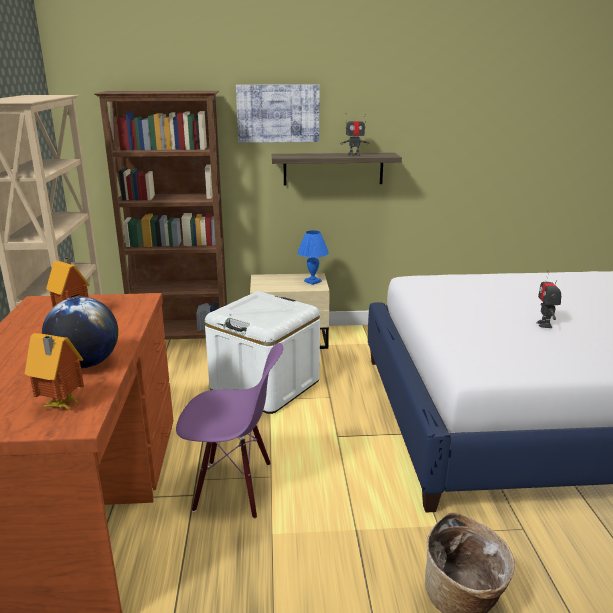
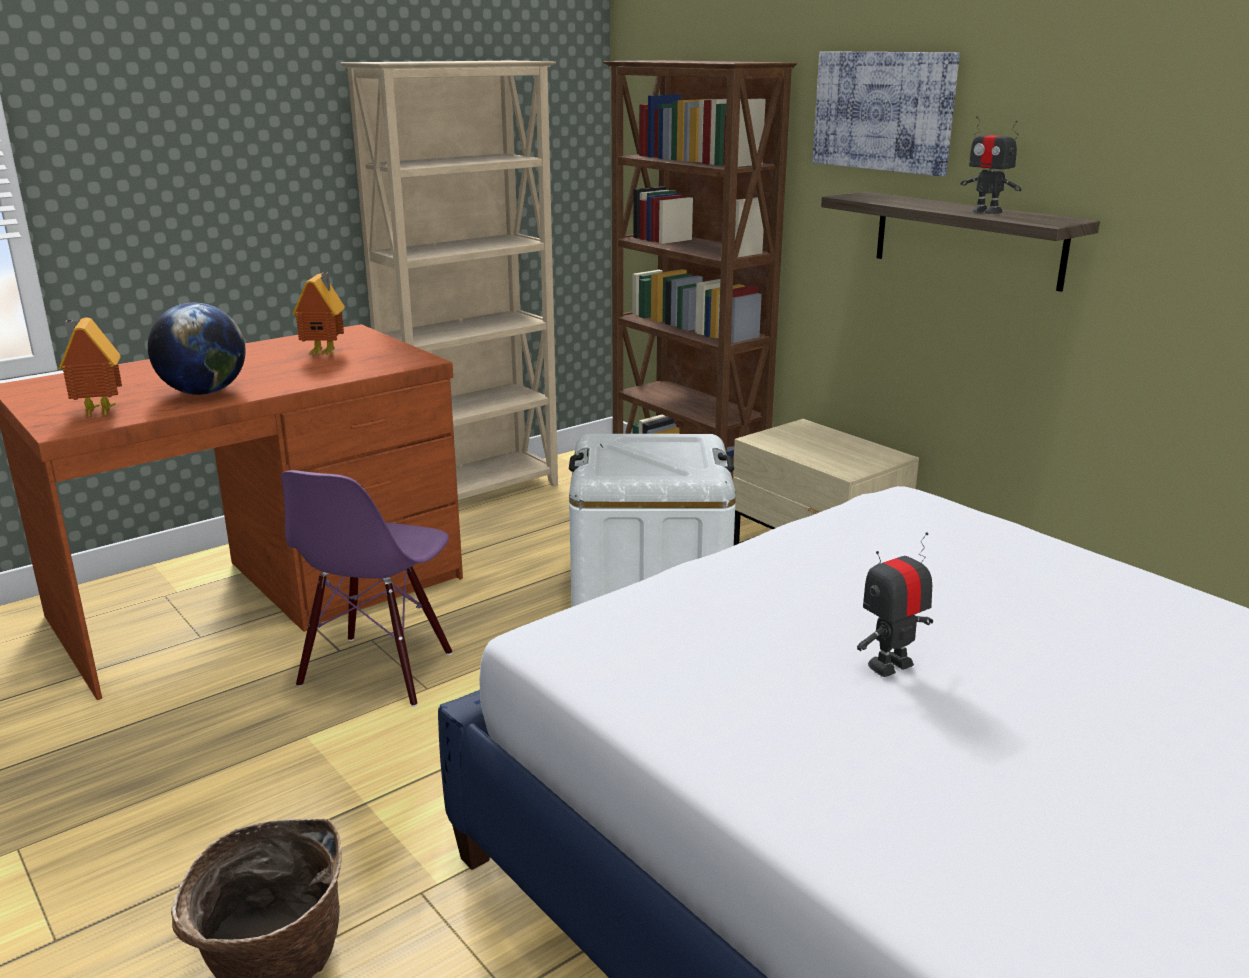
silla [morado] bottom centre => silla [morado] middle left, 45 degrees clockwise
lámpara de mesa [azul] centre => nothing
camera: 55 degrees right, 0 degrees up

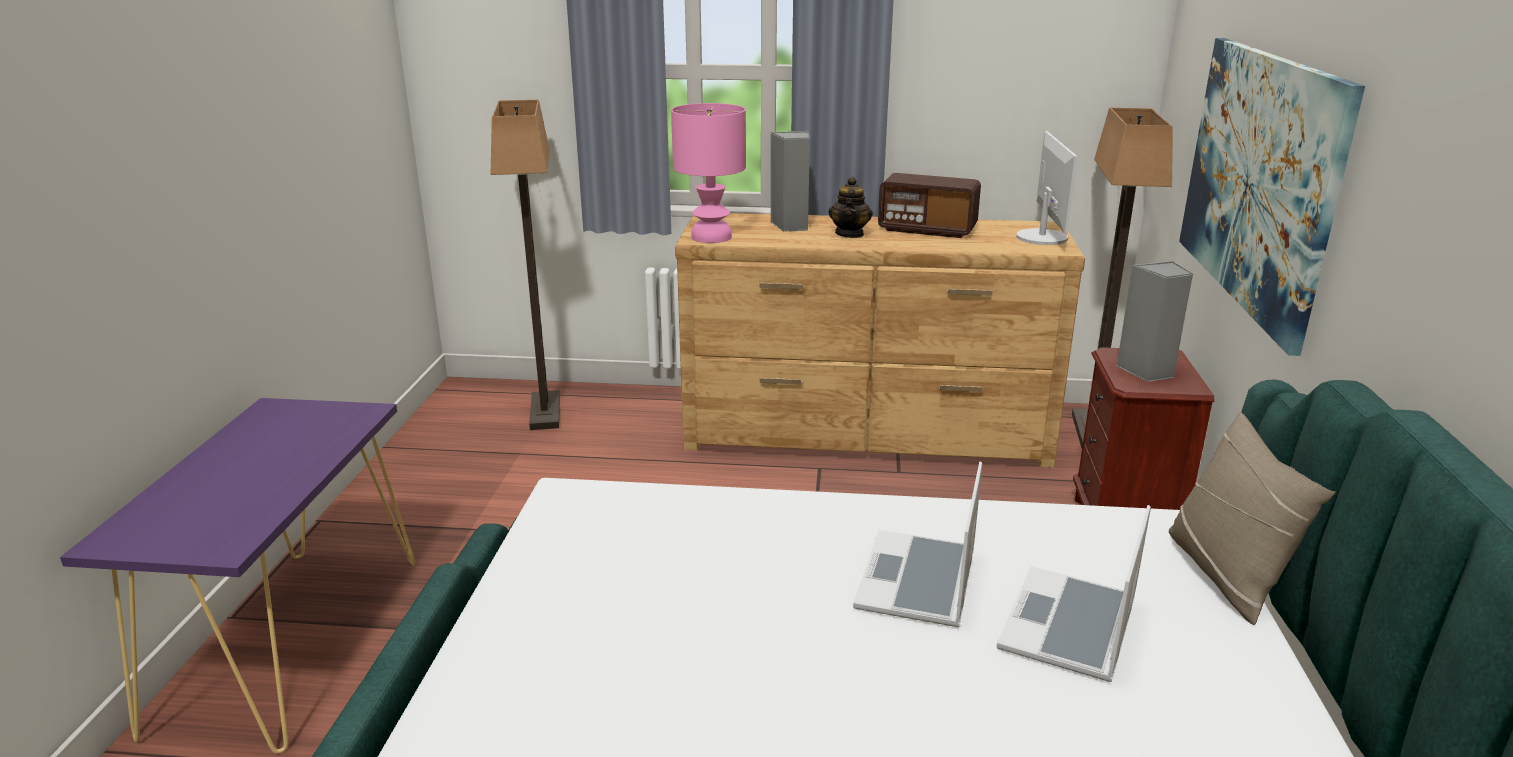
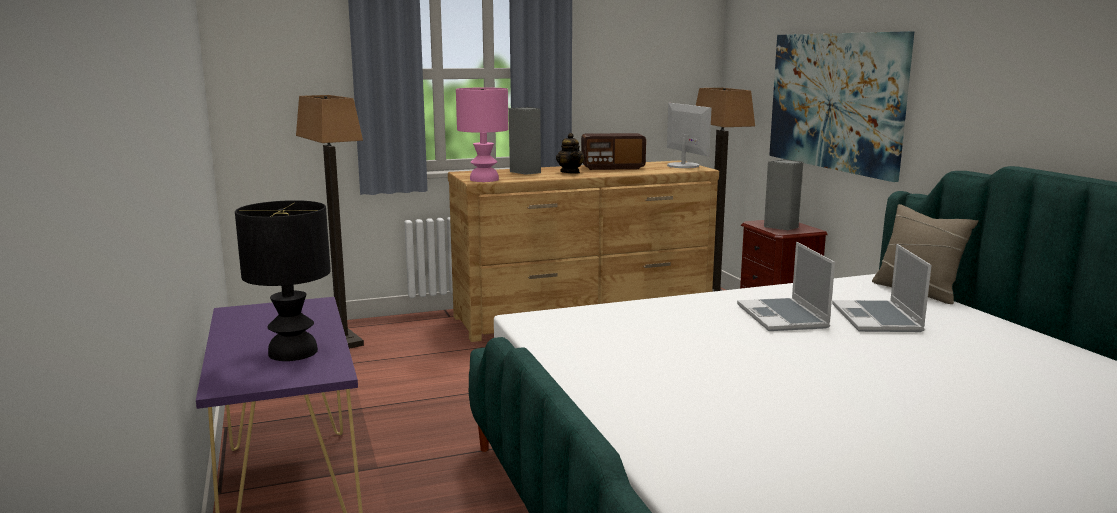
nothing => lámpara de mesa [negro] middle left
camera: 25 degrees left, 10 degrees down

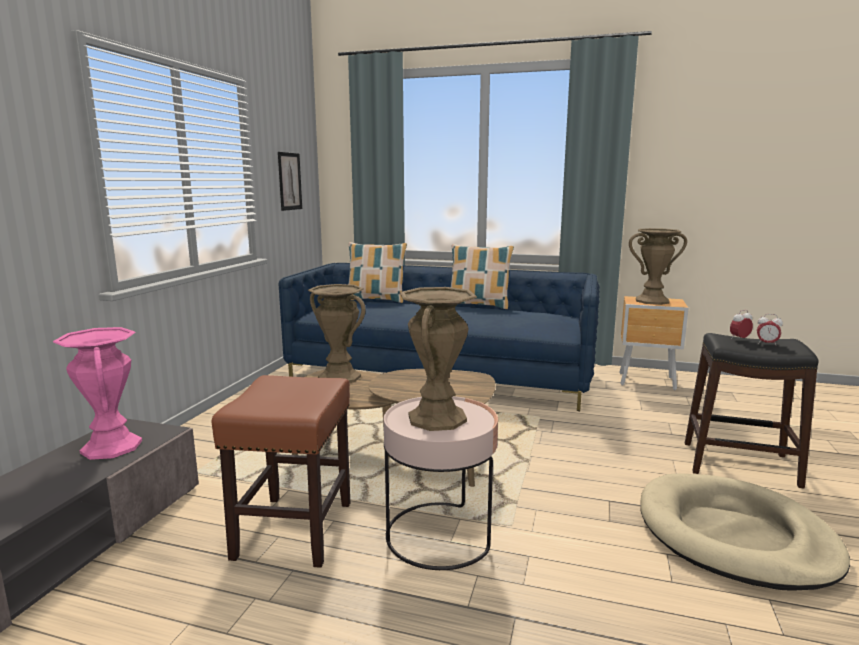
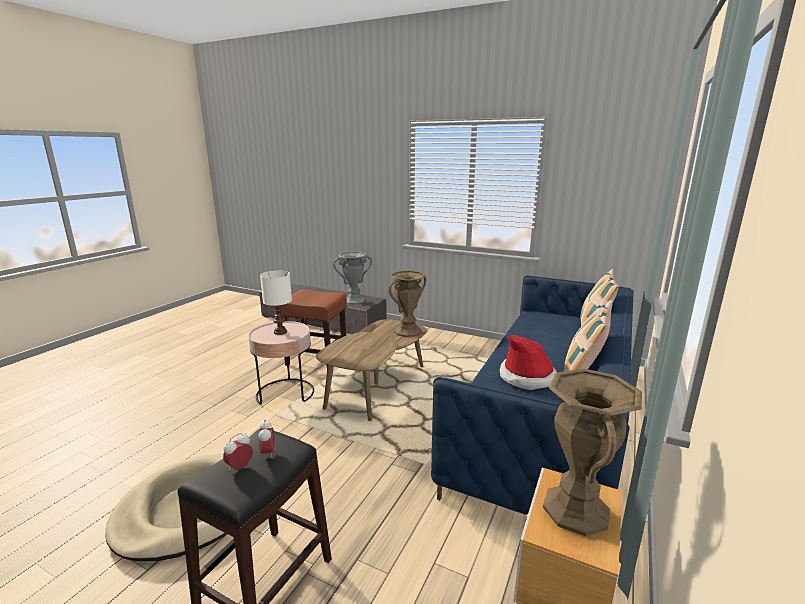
florero [marrón] (no. 2 from left) centre => lámpara de mesa [blanco] centre
florero [rosa] middle left => florero [gris] centre
nothing => sombrero centre
cuadro top centre => nothing
camera: 100 degrees right, 5 degrees up

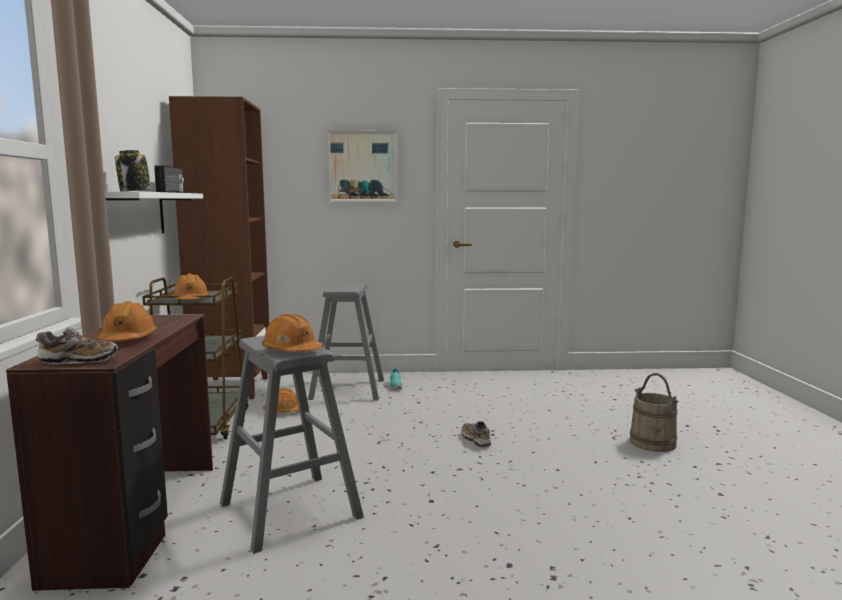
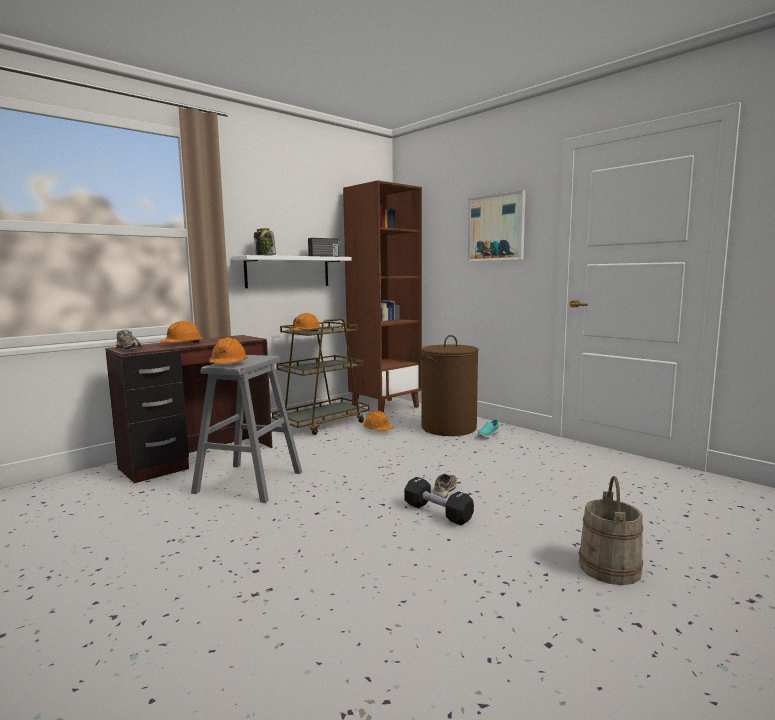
nothing => mancuerna [negro] bottom centre
taburete [gris] (no. 2 from left) centre => cesto de la ropa [marrón] centre
camera: 50 degrees right, 0 degrees up

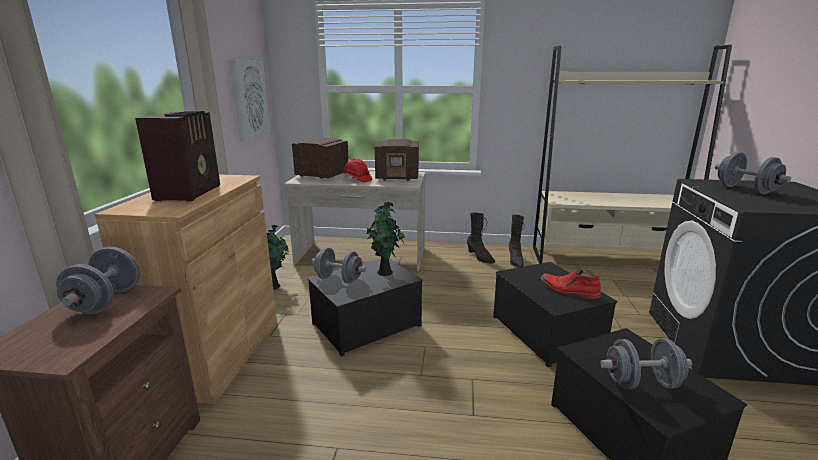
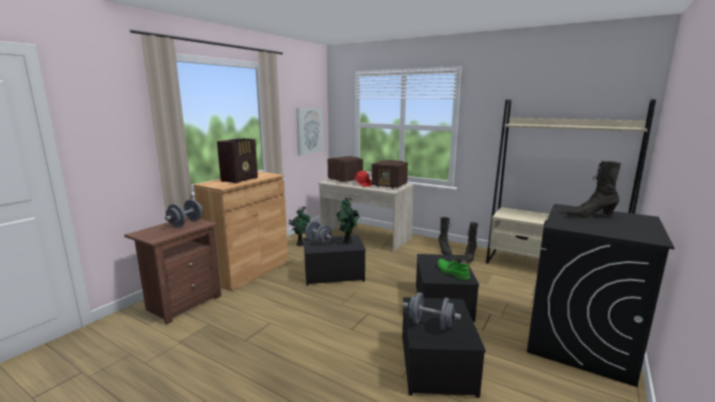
bota [rojo] middle right => bota [verde] bottom centre
mancuerna [gris] (no. 4 from left) middle right => bota [negro] (no. 3 from left) middle right
camera: 25 degrees right, 5 degrees down

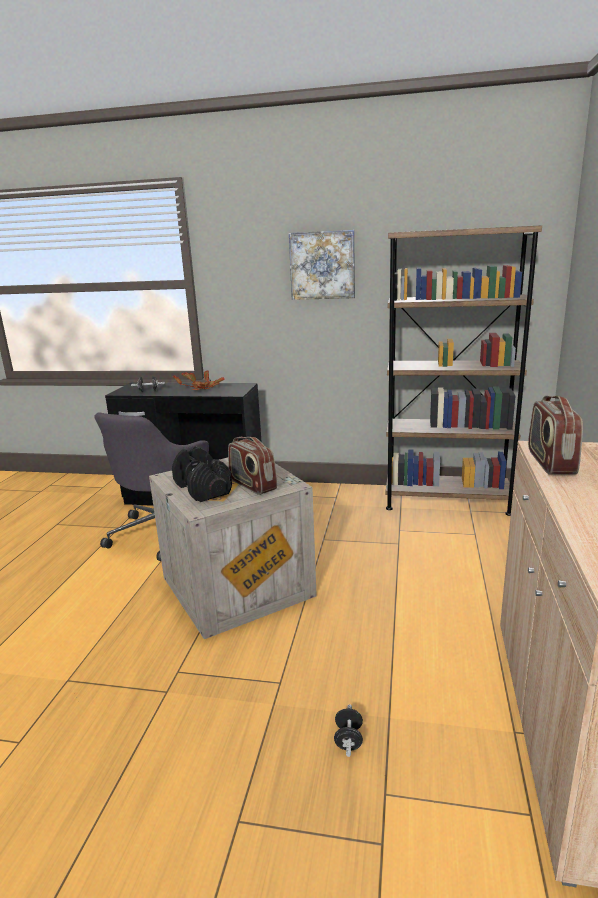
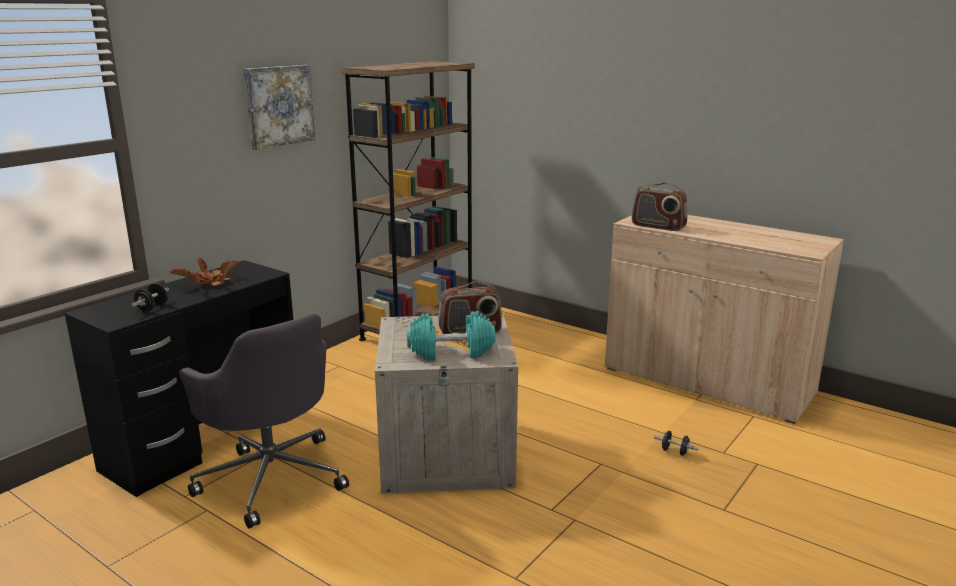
mancuerna [negro] (no. 2 from left) centre => mancuerna [turquesa] centre
camera: 65 degrees left, 0 degrees up

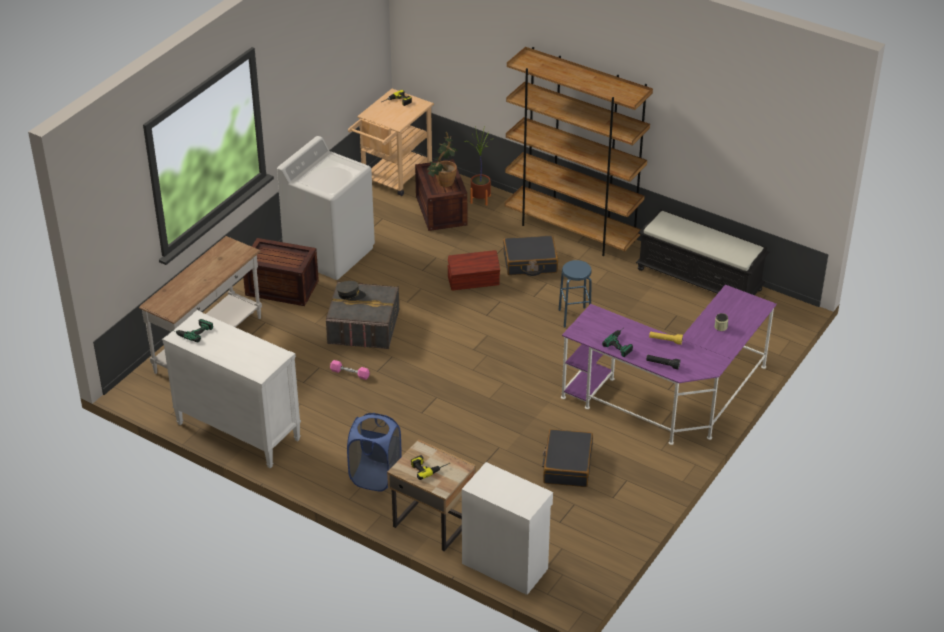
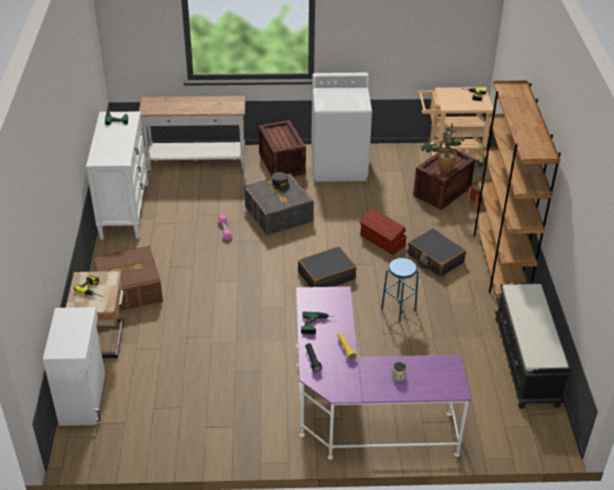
cesto de la ropa [azul] bottom centre => caja de almacenaje [marrón] (no. 1 from left) middle left
maleta [negro] (no. 2 from left in the first image) bottom centre => maleta [negro] (no. 1 from left) centre, relocated
camera: 55 degrees right, 0 degrees up

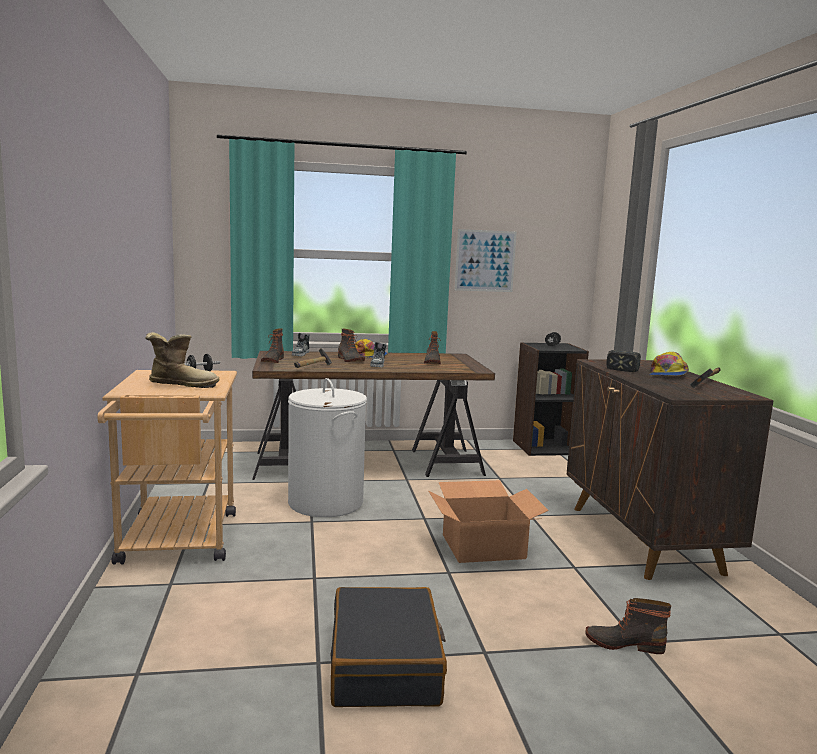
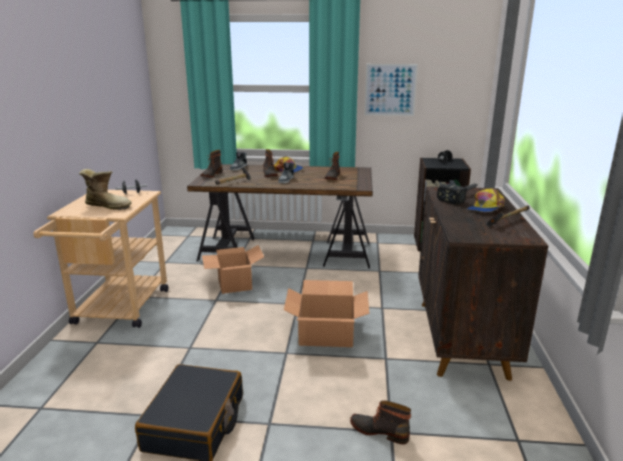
cesto de la ropa [blanco] centre => caja de cartón (no. 1 from left) centre
camera: 15 degrees right, 10 degrees up

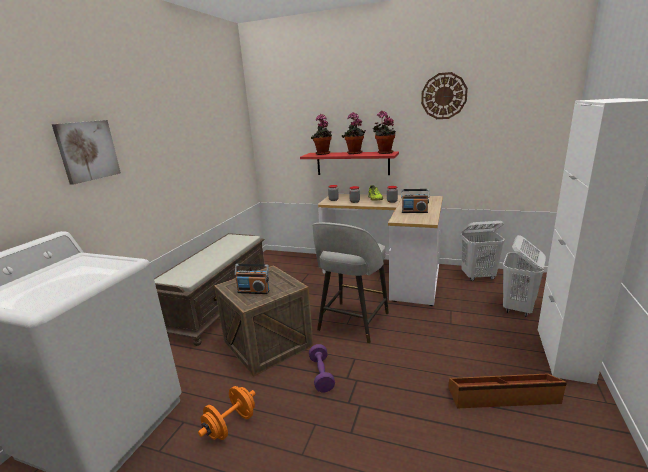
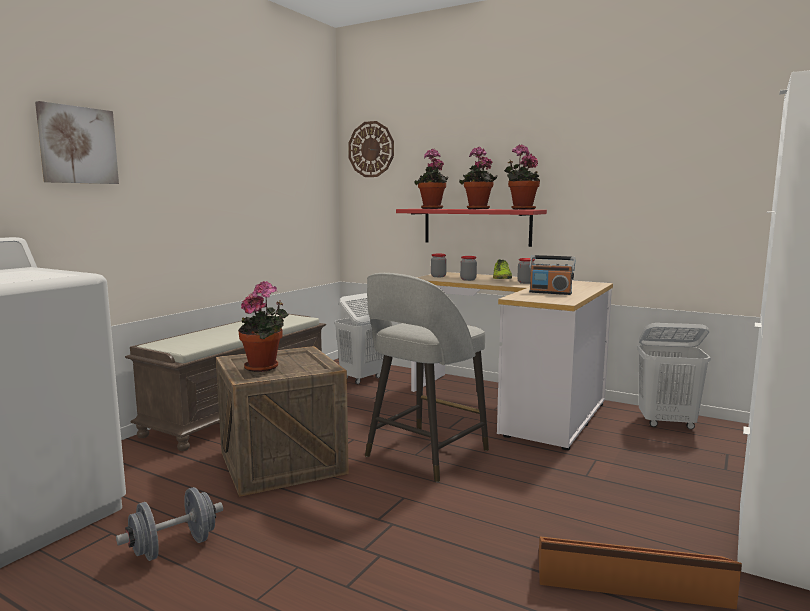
mancuerna [naranja] bottom centre => mancuerna [gris] bottom left
radio (no. 1 from left) centre => planta en maceta (no. 1 from left) middle left
cesto de la ropa [blanco] (no. 2 from left in the first image) middle right => cesto de la ropa [blanco] (no. 1 from left) centre, relocated
reloj de pared top right => reloj de pared top centre, relocated
mancuerna [morado] bottom centre => nothing
camera: 10 degrees right, 10 degrees down

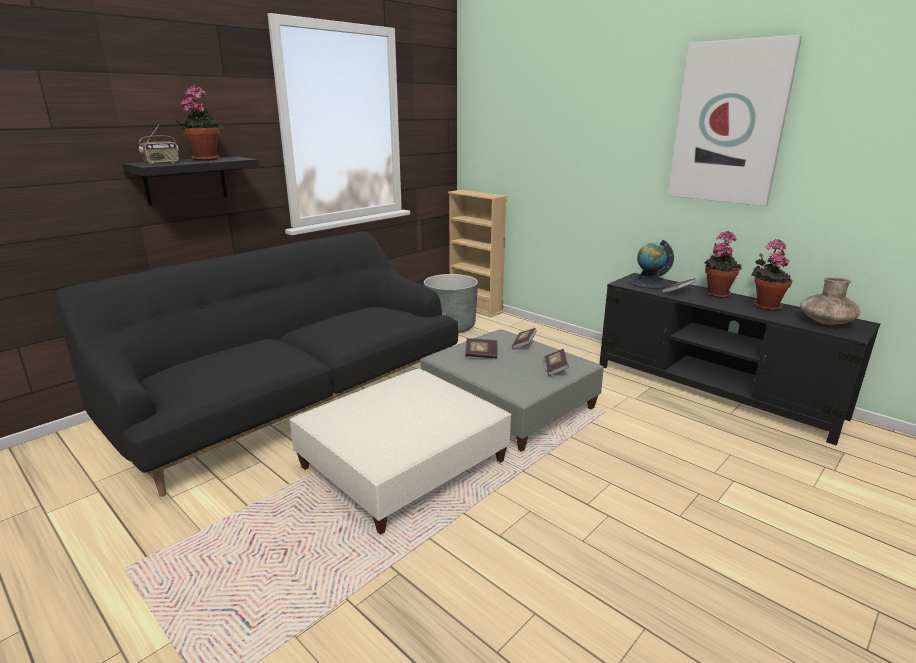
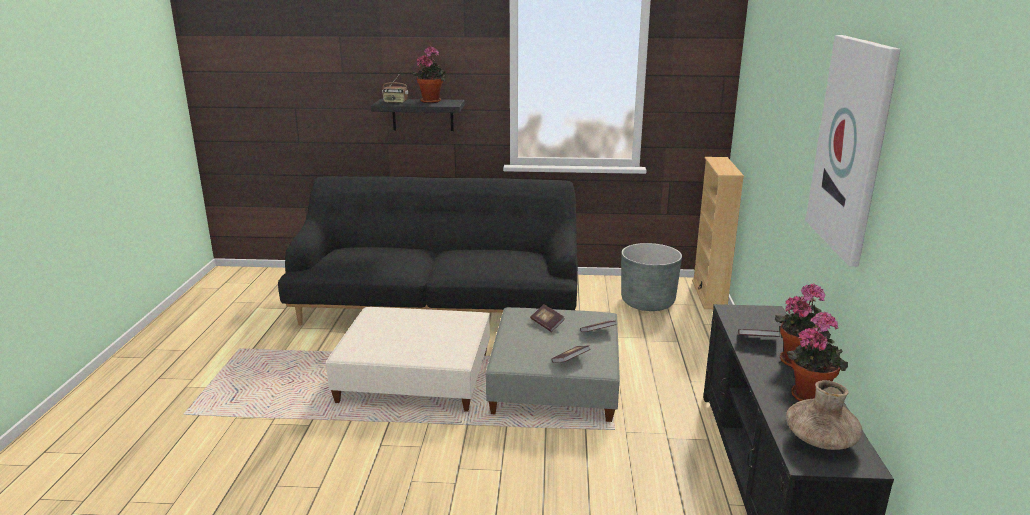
globo terráqueo middle right => nothing
camera: 50 degrees right, 0 degrees up

